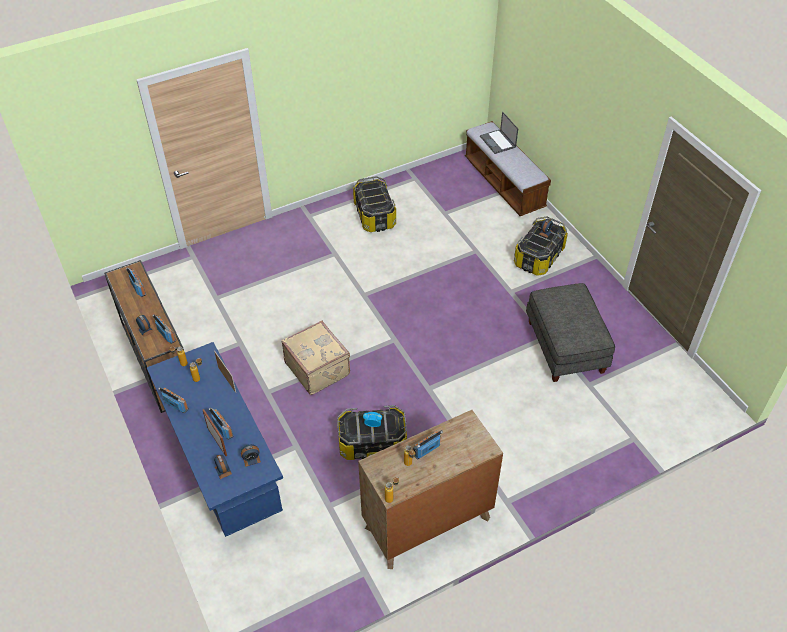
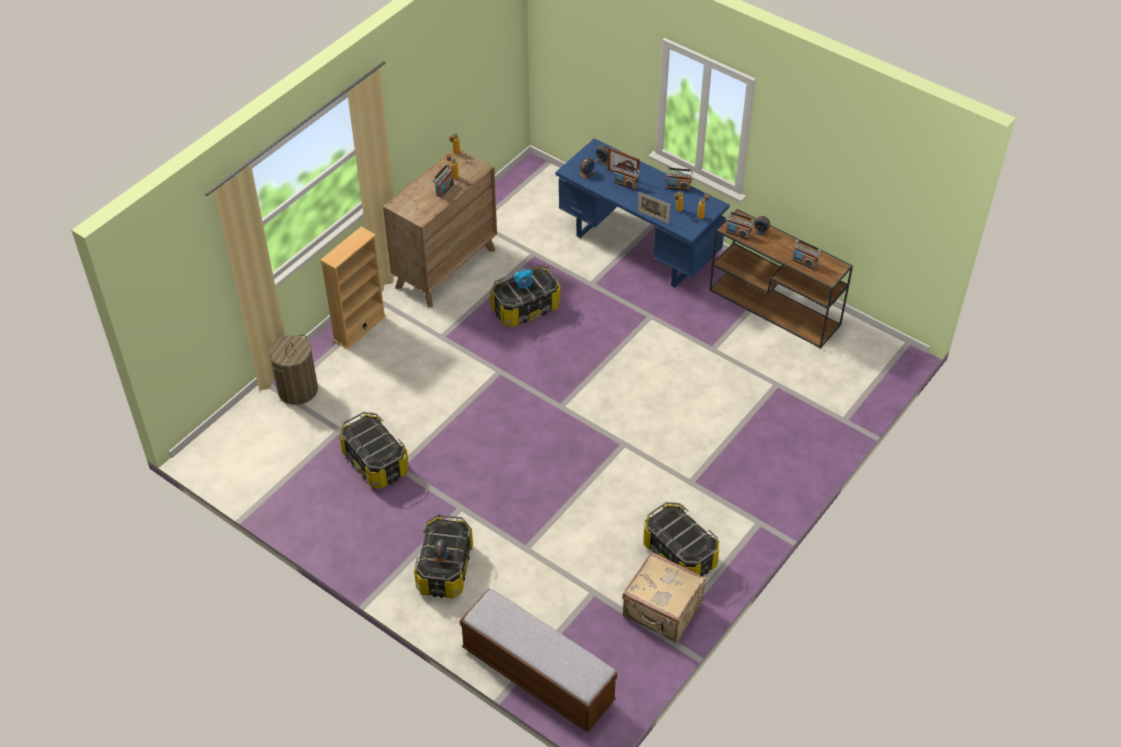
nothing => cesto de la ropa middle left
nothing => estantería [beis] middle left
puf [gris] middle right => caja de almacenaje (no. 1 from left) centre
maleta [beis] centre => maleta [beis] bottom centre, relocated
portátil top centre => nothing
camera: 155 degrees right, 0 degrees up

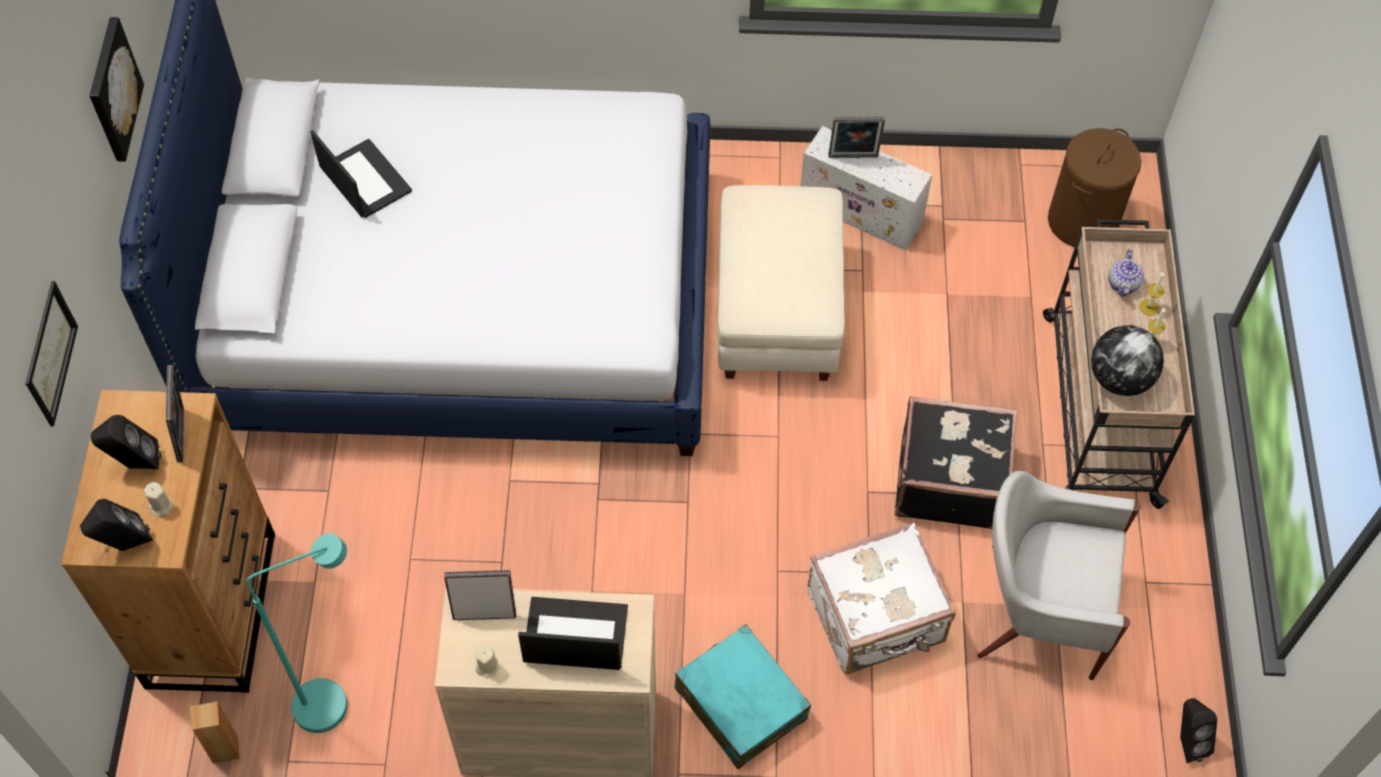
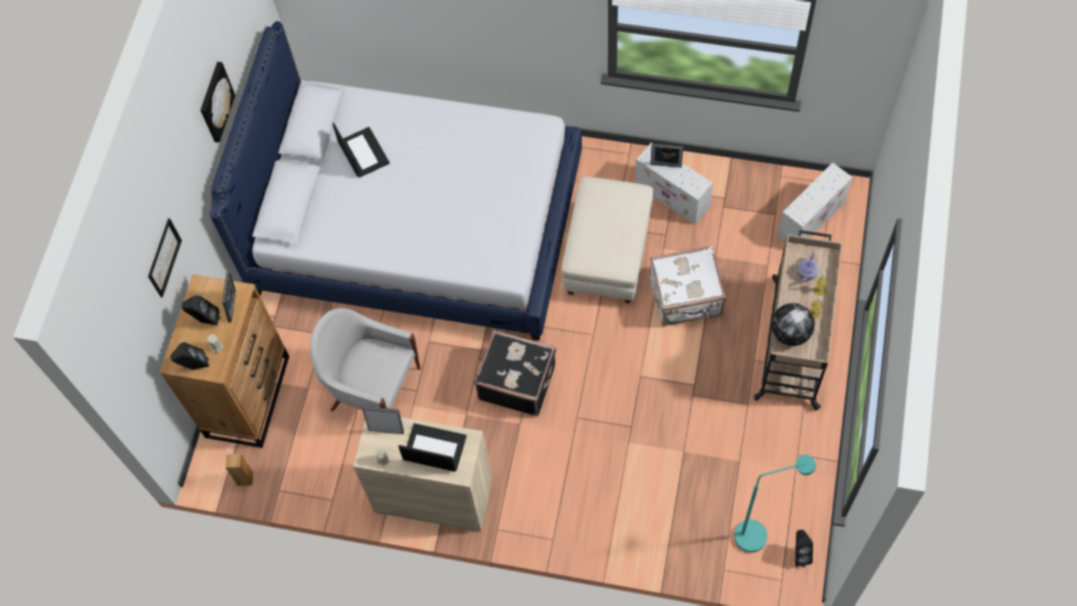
sillón [blanco] bottom right => sillón [blanco] centre, relocated
maleta [negro] middle right => maleta [negro] centre, relocated
maleta [blanco] bottom centre => maleta [blanco] centre, relocated
lámpara de pie [turquesa] bottom left => lámpara de pie [turquesa] bottom right, relocated
cesto de la ropa [marrón] top right => caja de almacenaje [blanco] (no. 2 from left) middle right
maleta [turquesa] bottom centre => nothing
camera: 15 degrees right, 5 degrees up

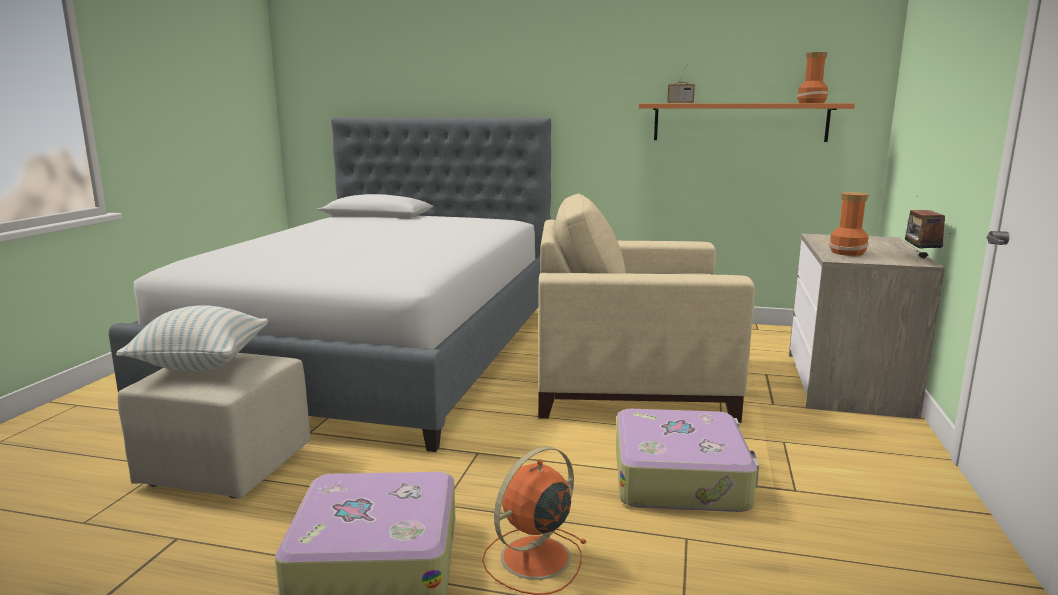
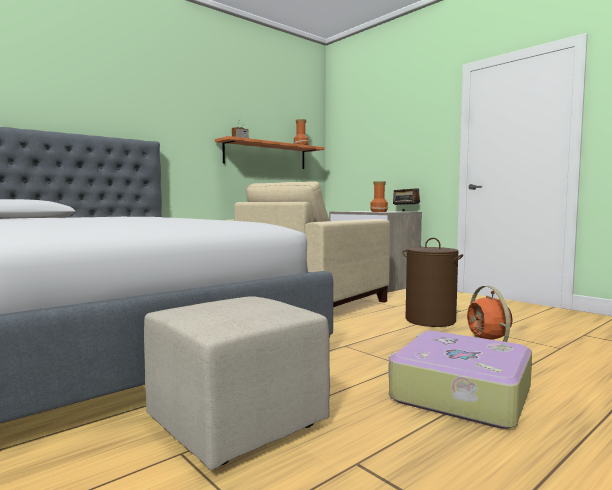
maleta (no. 2 from left) bottom centre => cesto de la ropa [marrón] middle right
cojín middle left => nothing
camera: 55 degrees left, 10 degrees down

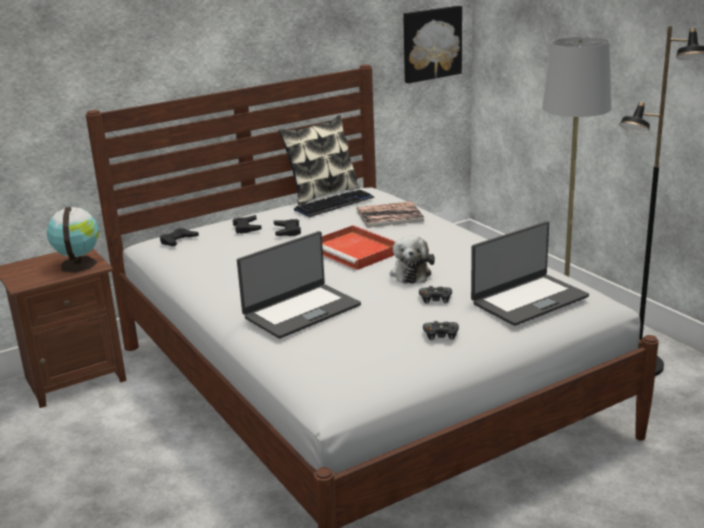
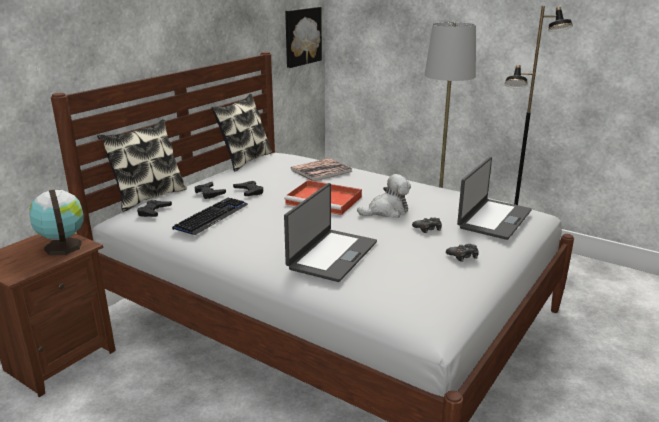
nothing => cojín (no. 1 from left) middle left
teclado centre => teclado middle left, relocated
peluche centre, 90 degrees counterclockwise
camera: 25 degrees left, 0 degrees up

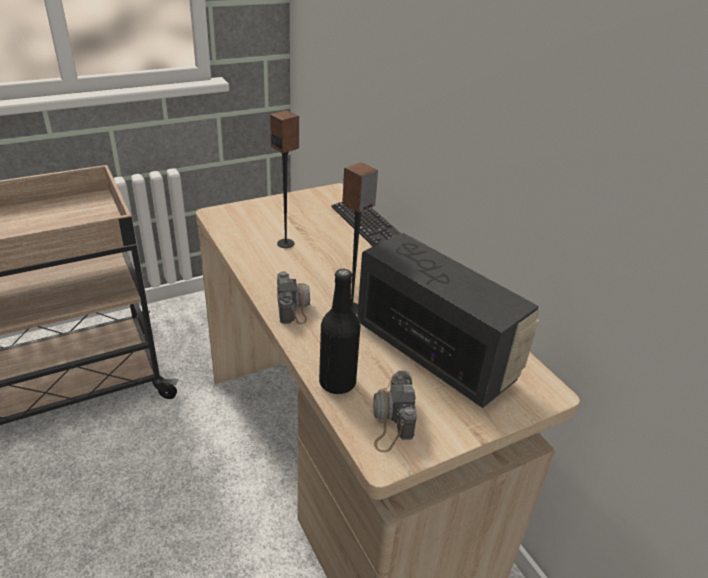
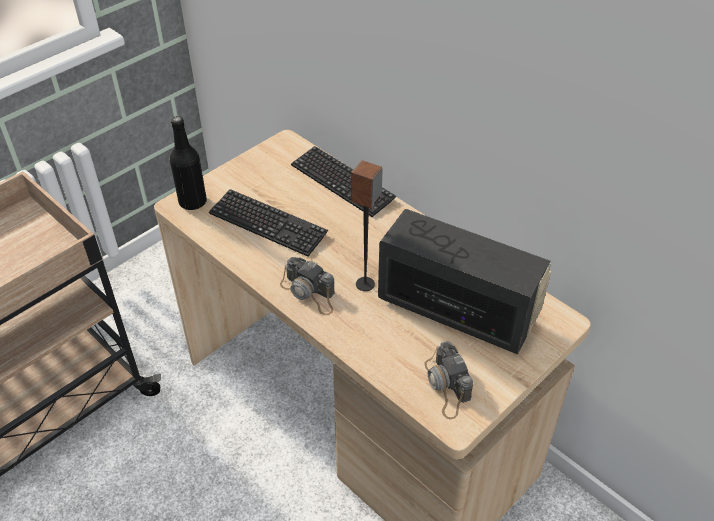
botella [negro] centre => botella [negro] top left, relocated
altavoz (no. 1 from left) top centre => teclado (no. 1 from left) centre
cámara (no. 1 from left) centre, 150 degrees clockwise
camera: 15 degrees left, 10 degrees up

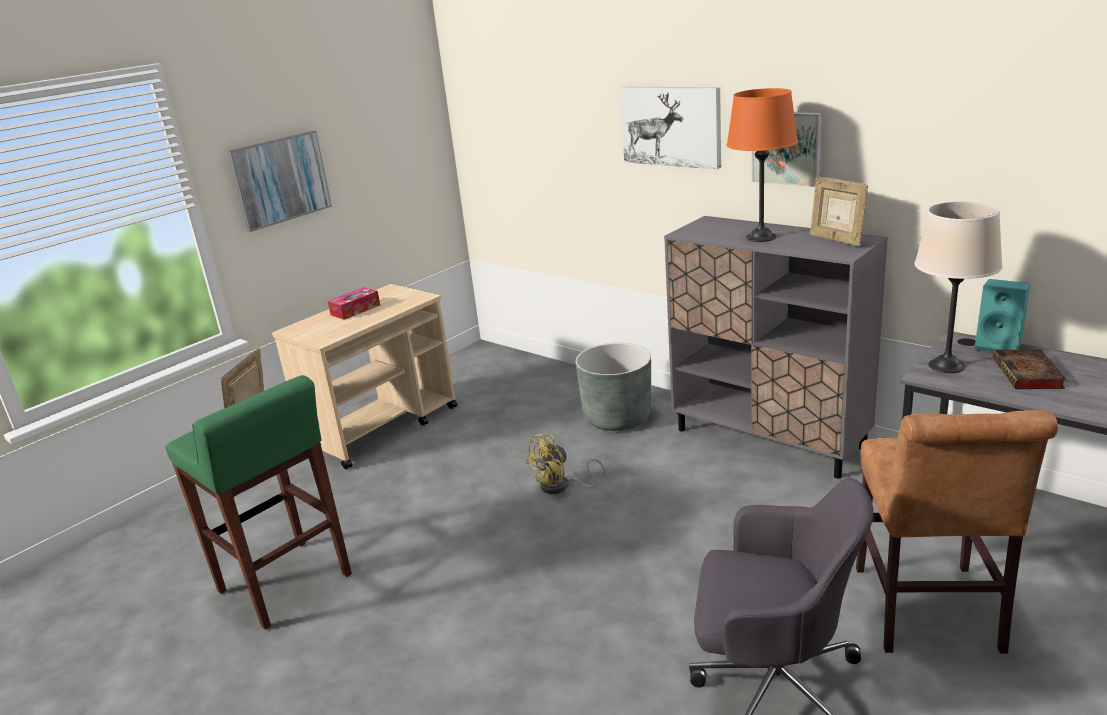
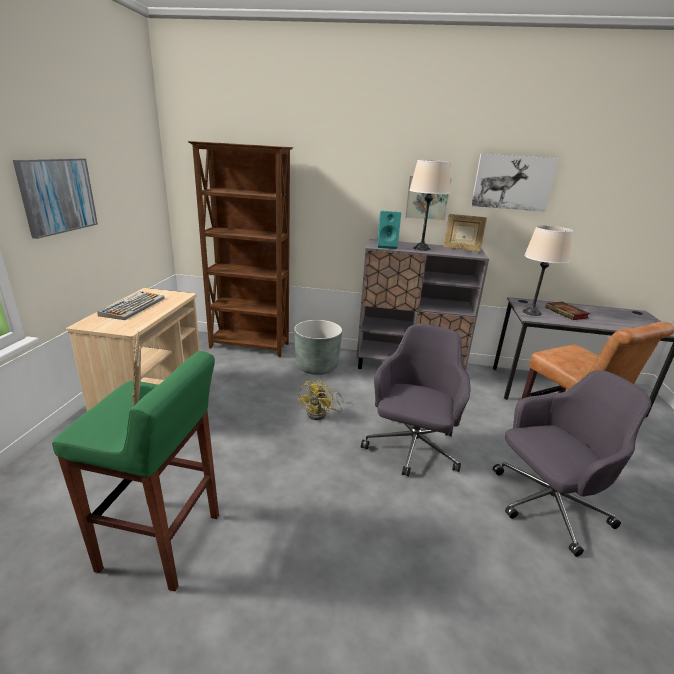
caja de pañuelos middle left => teclado middle left
nothing => estantería [marrón] centre
nothing => silla de oficina [gris] (no. 1 from left) centre
altavoz [turquesa] middle right => altavoz [turquesa] centre, relocated
lámpara de mesa [naranja] top right => lámpara de mesa [beis] (no. 1 from left) top centre
cuadro (no. 2 from left in the first image) top centre => cuadro (no. 3 from left) top right, relocated
camera: 35 degrees left, 0 degrees up

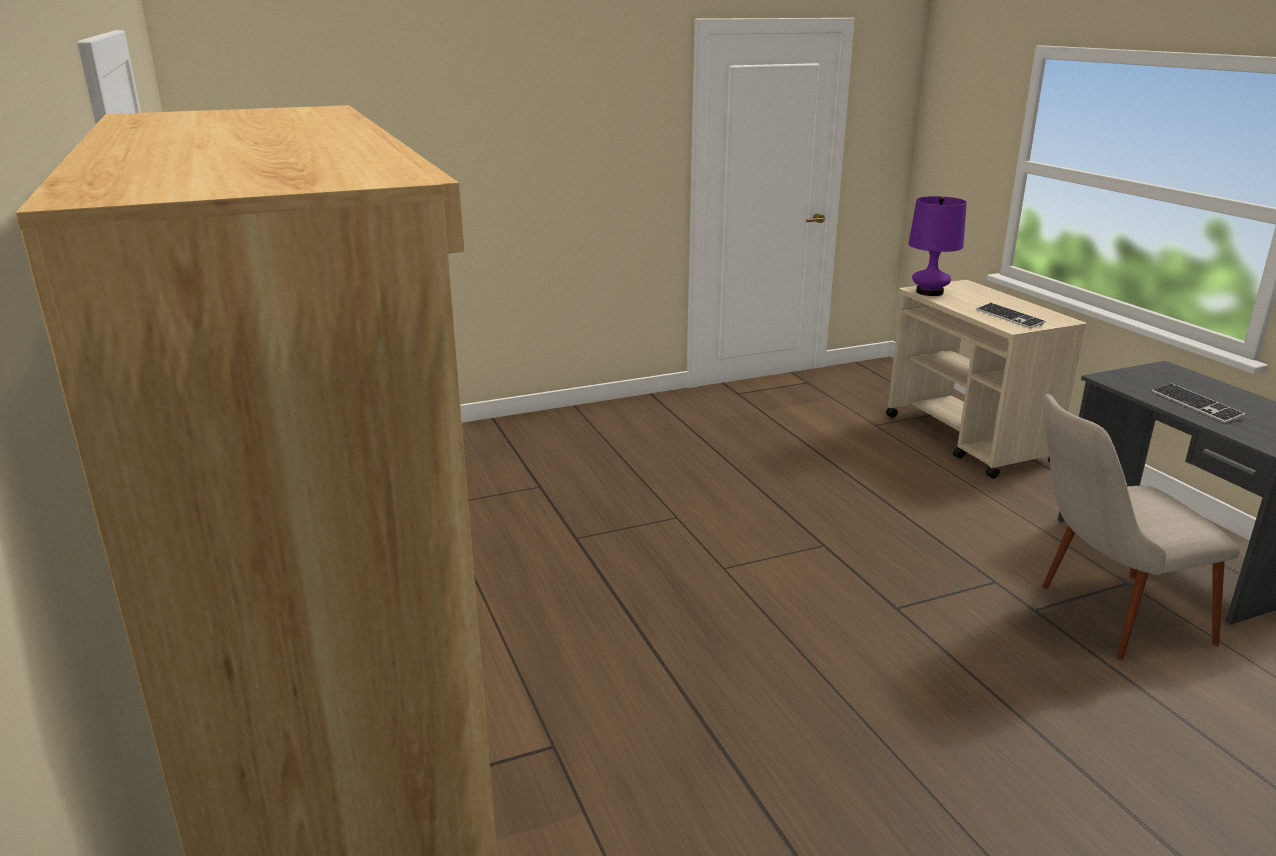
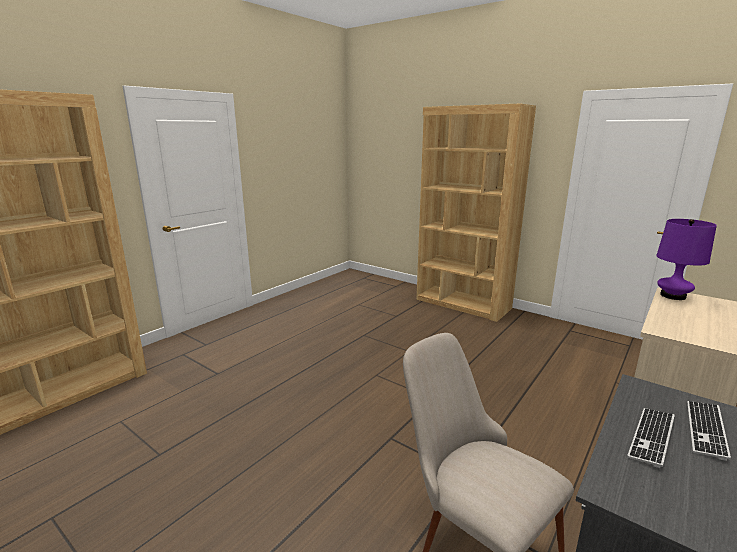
nothing => estantería [marrón] (no. 2 from left) centre
teclado (no. 1 from left in the first image) middle right => teclado (no. 2 from left) bottom right, relocated
camera: 60 degrees right, 5 degrees down

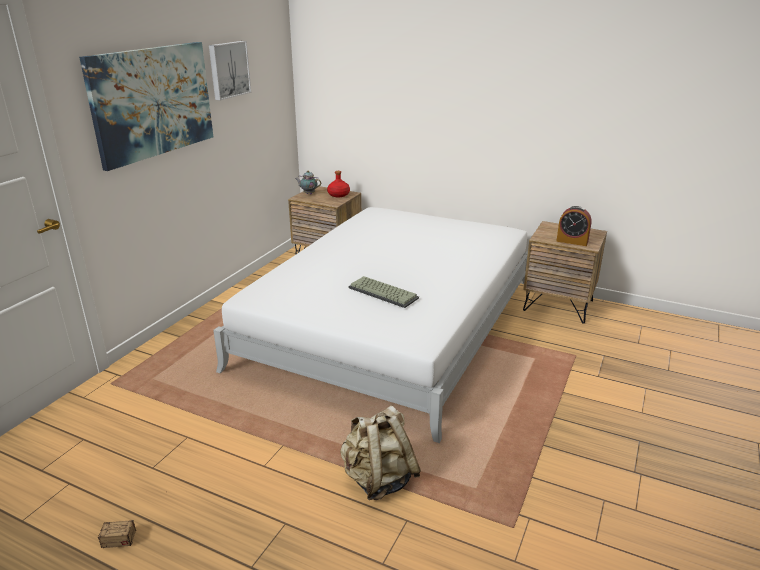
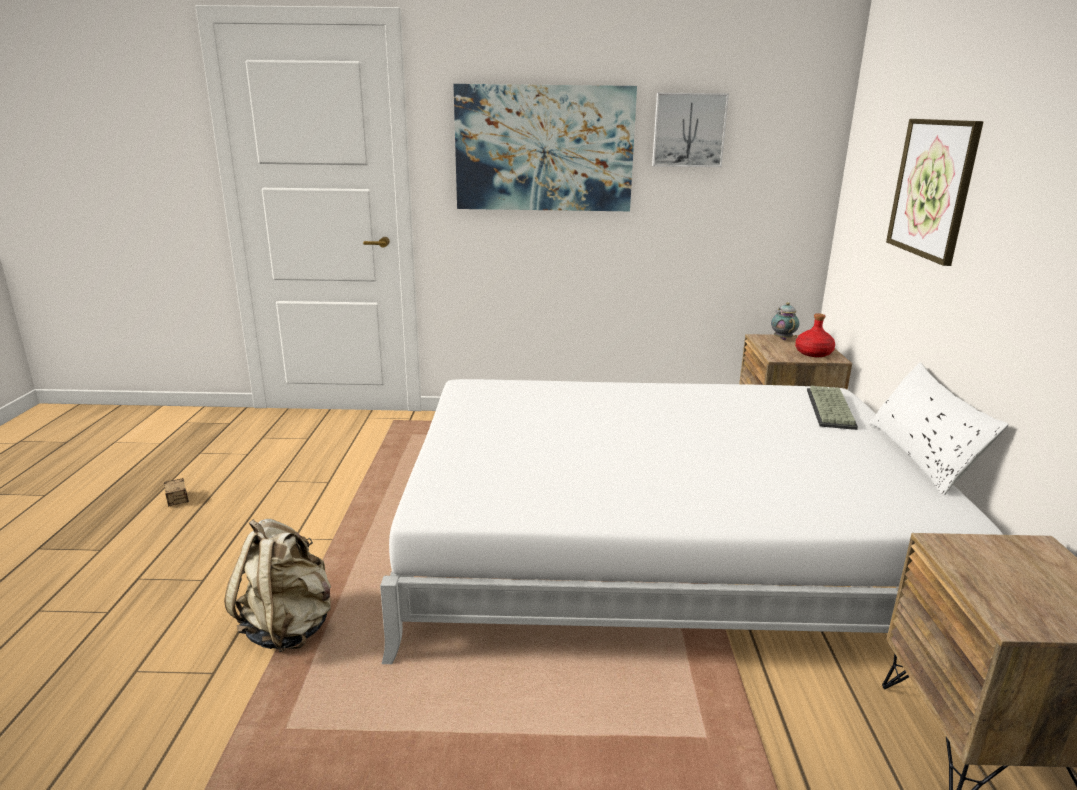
teclado centre => teclado middle right, relocated
nothing => cojín [blanco] middle right
nothing => cuadro (no. 3 from left) top right
despertador middle right => nothing
camera: 65 degrees right, 5 degrees down

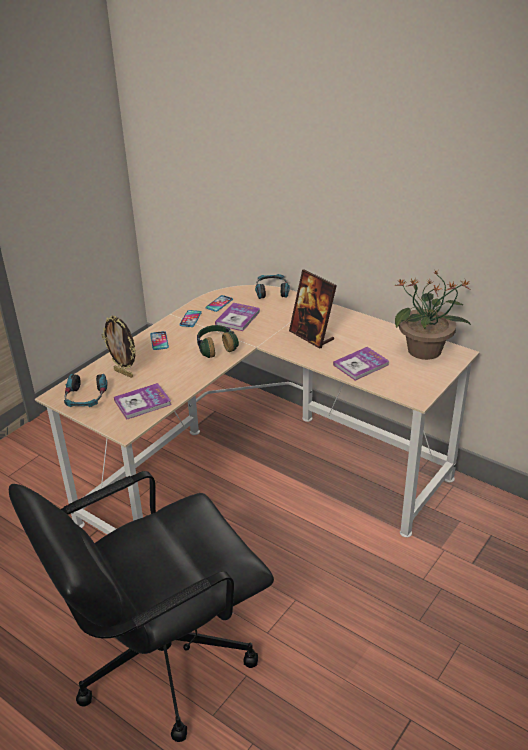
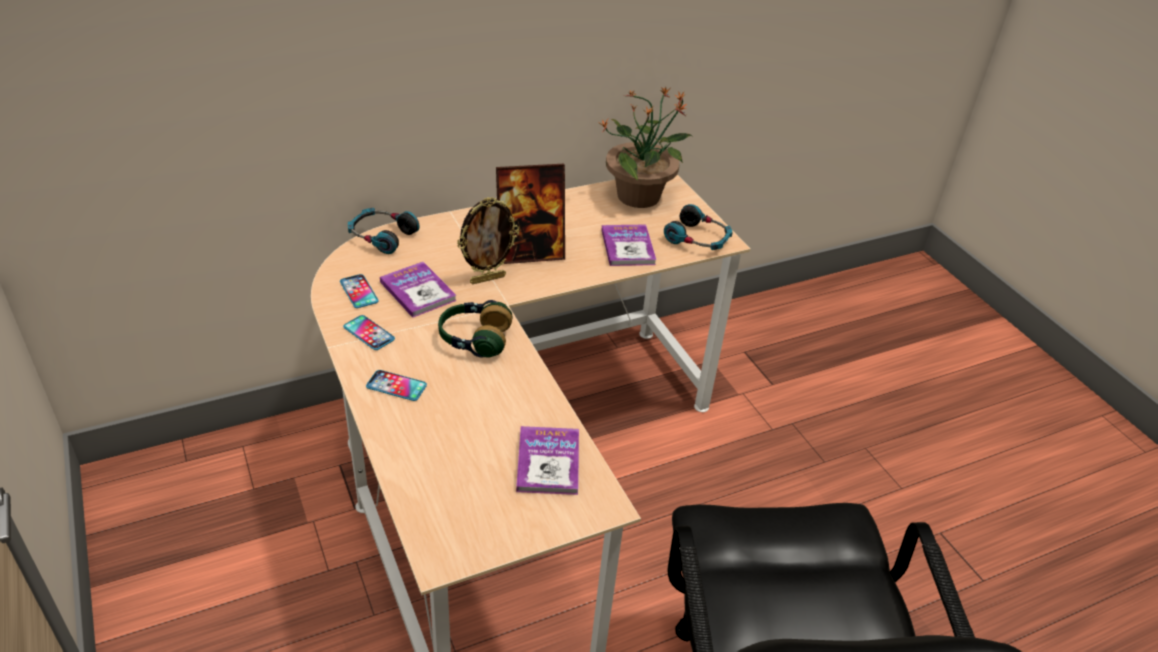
portarretratos (no. 1 from left) middle left => portarretratos (no. 1 from left) centre, relocated
auriculares (no. 1 from left in the first image) middle left => auriculares (no. 3 from left) centre, relocated
camera: 65 degrees left, 5 degrees up

